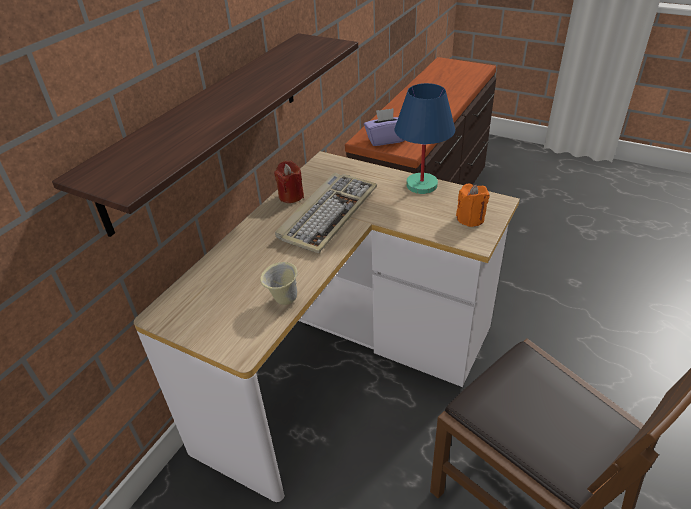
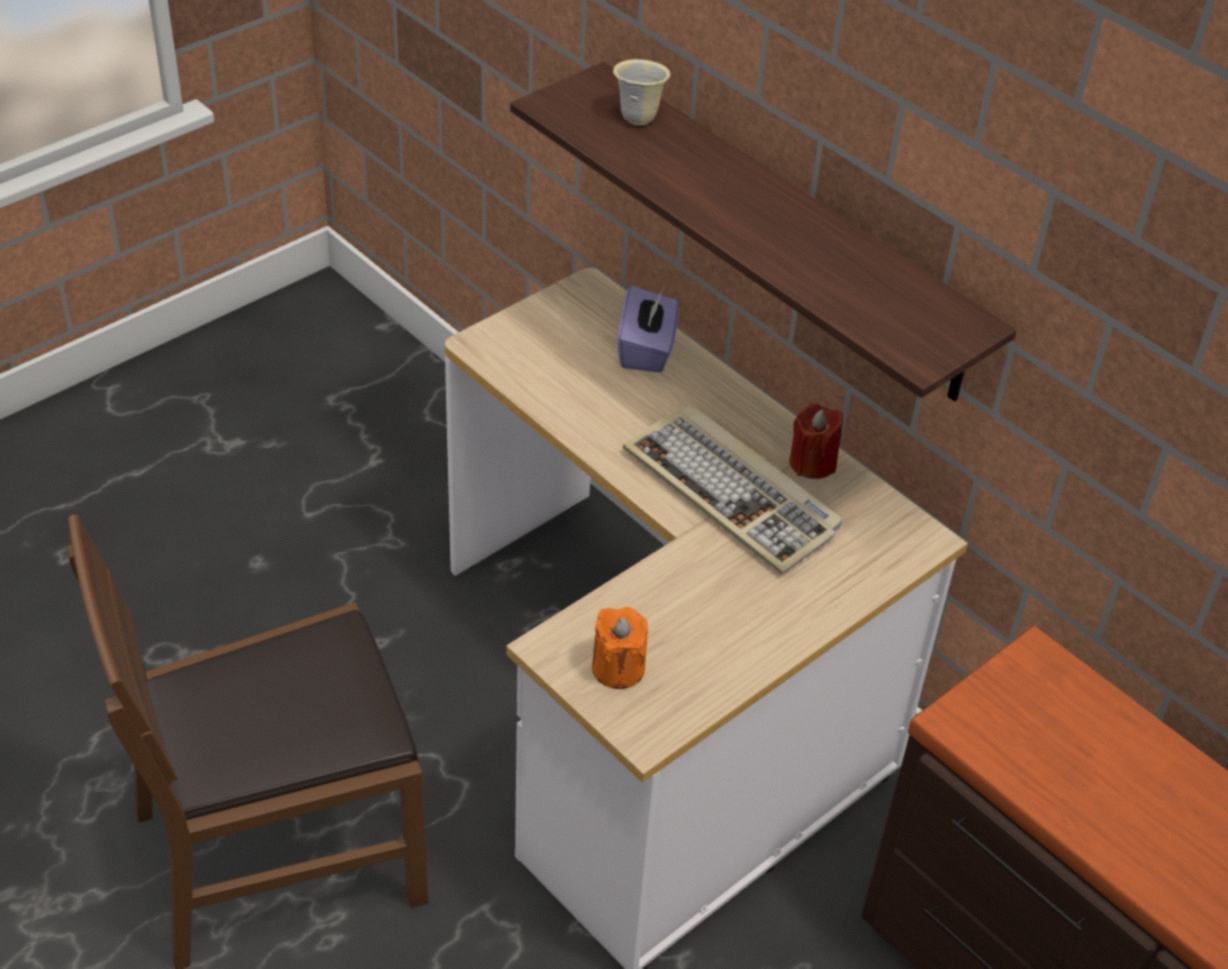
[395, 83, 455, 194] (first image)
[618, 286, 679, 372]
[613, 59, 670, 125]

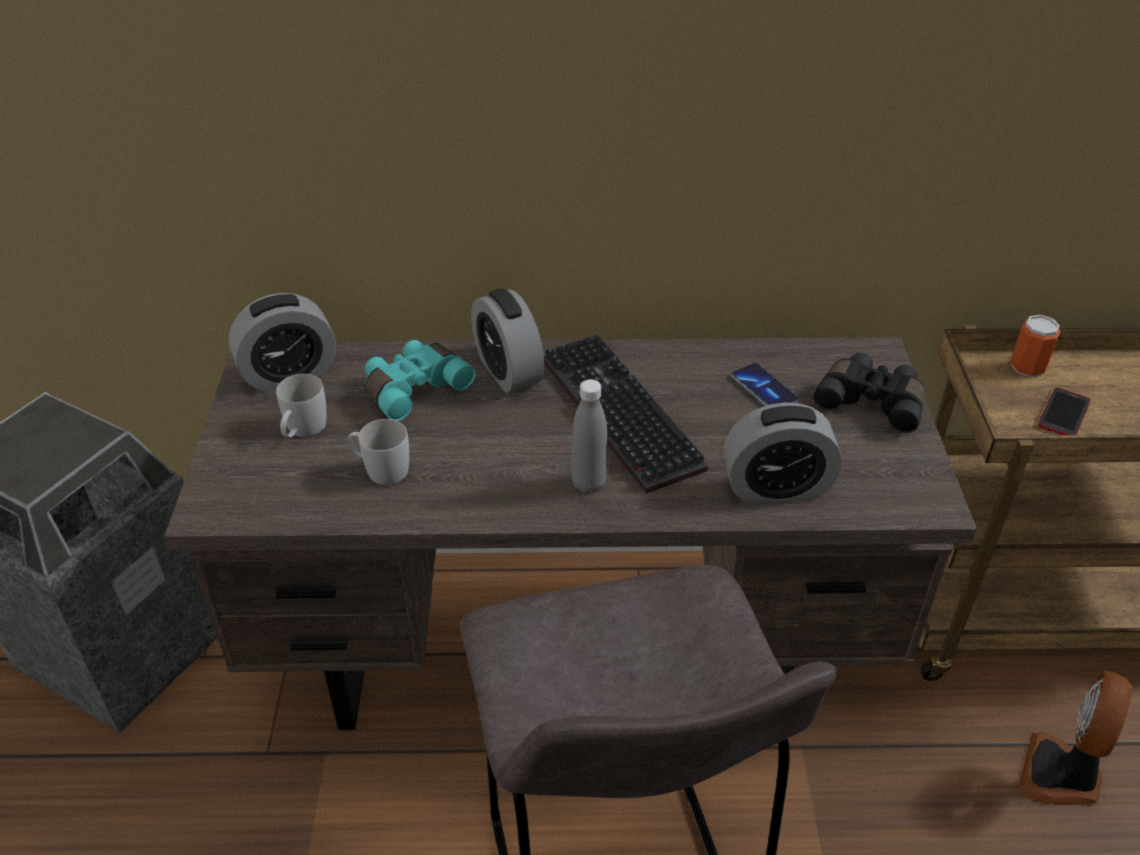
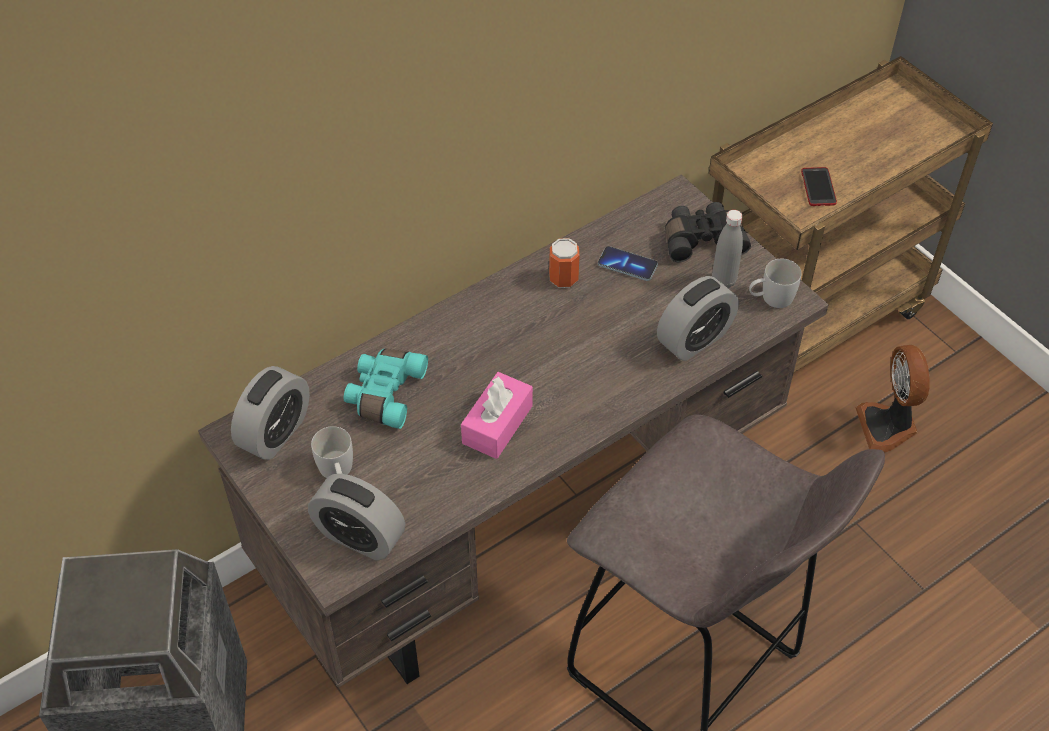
[308, 474, 405, 560]
[549, 238, 580, 288]
[544, 335, 708, 494] (first image)
[712, 210, 743, 288]
[749, 259, 802, 308]
[461, 372, 533, 459]

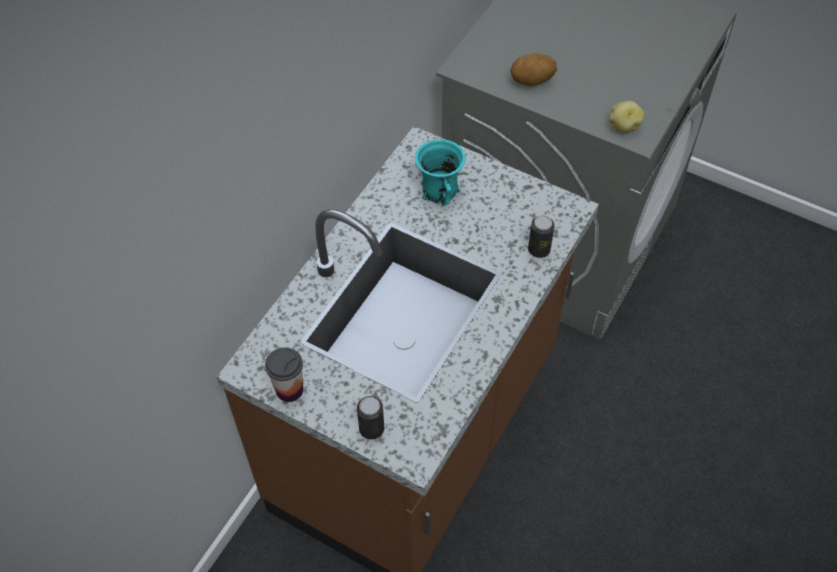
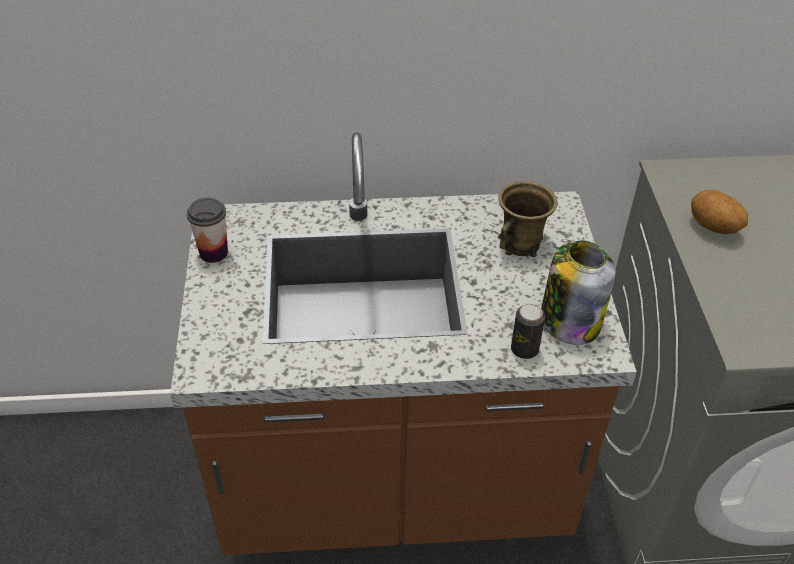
[609, 101, 645, 132] (first image)
[498, 181, 557, 257]
[357, 396, 384, 440] (first image)
[541, 241, 616, 345]

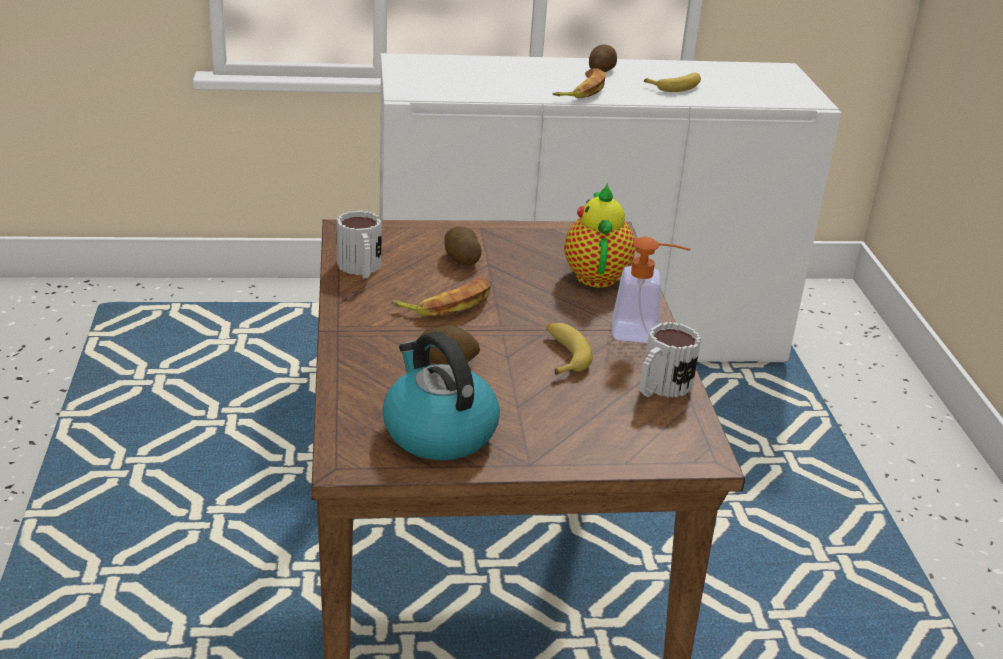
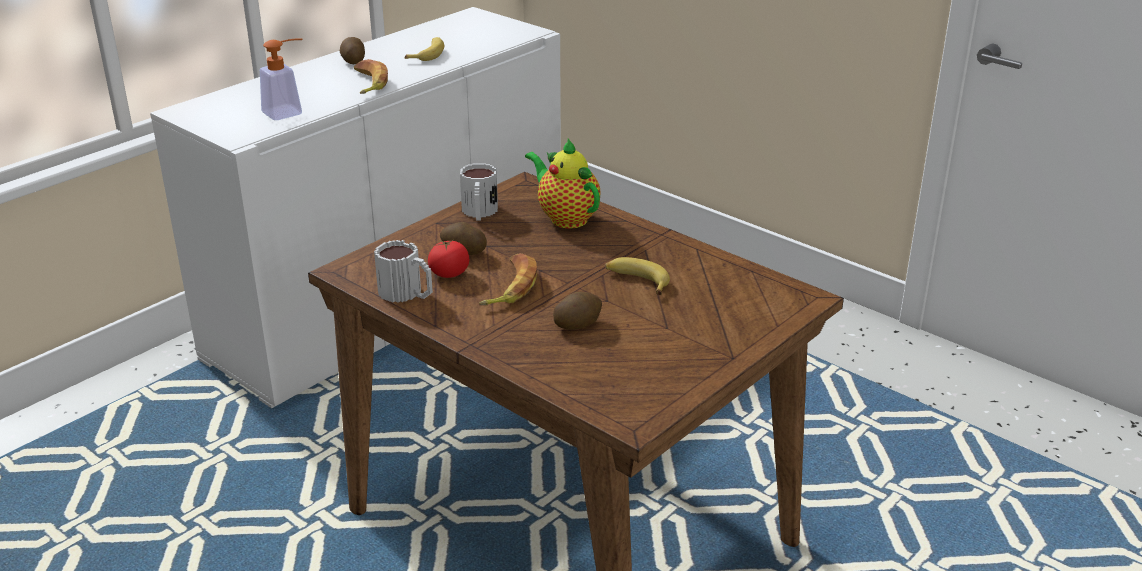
[260, 38, 302, 120]
[460, 163, 498, 221]
[382, 332, 500, 460] (first image)
[428, 240, 469, 278]

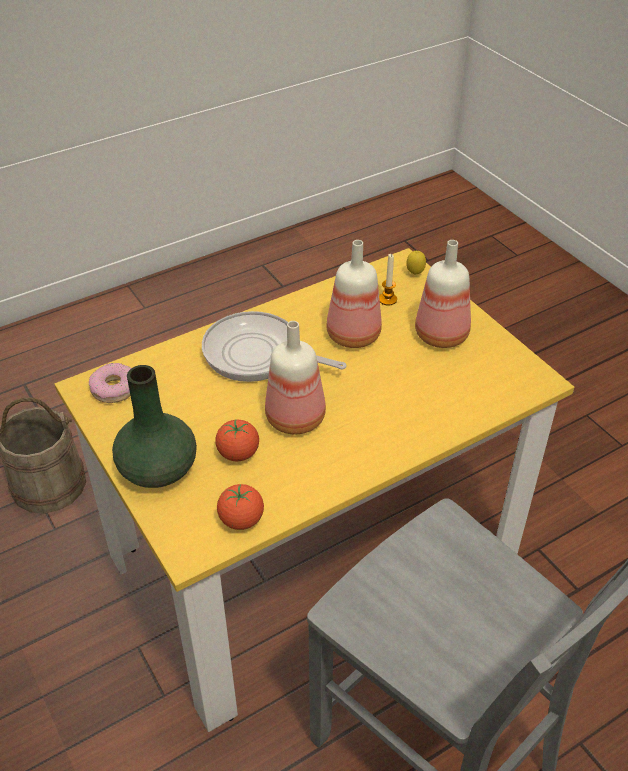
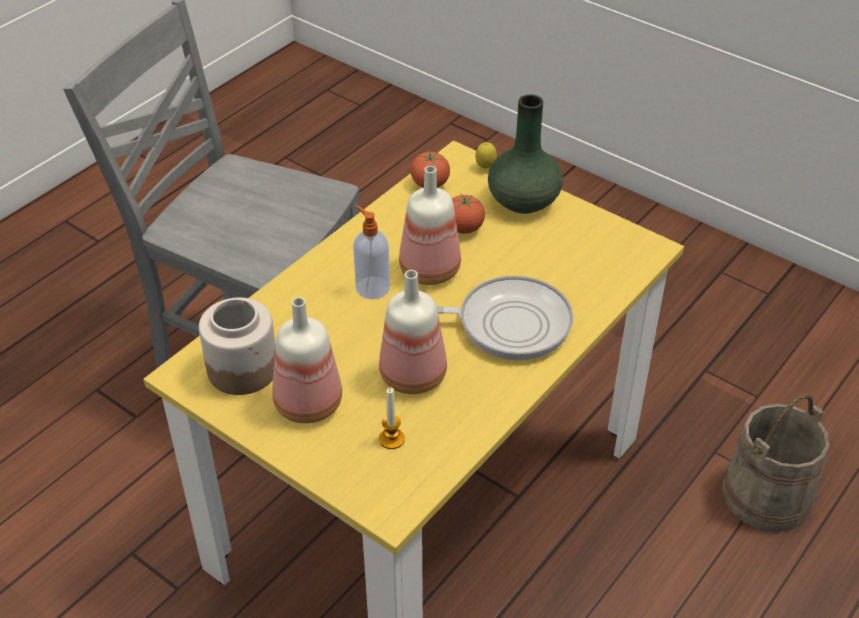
[475, 142, 497, 169]
[89, 363, 131, 403] (first image)
[353, 205, 390, 299]
[199, 298, 276, 395]

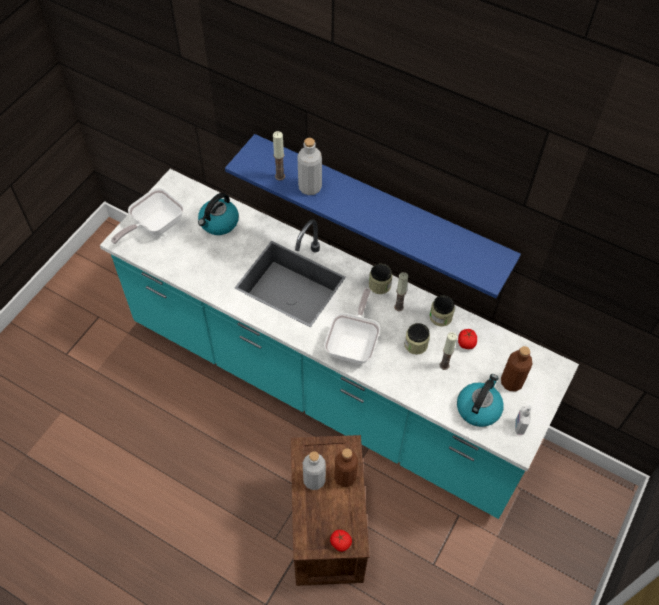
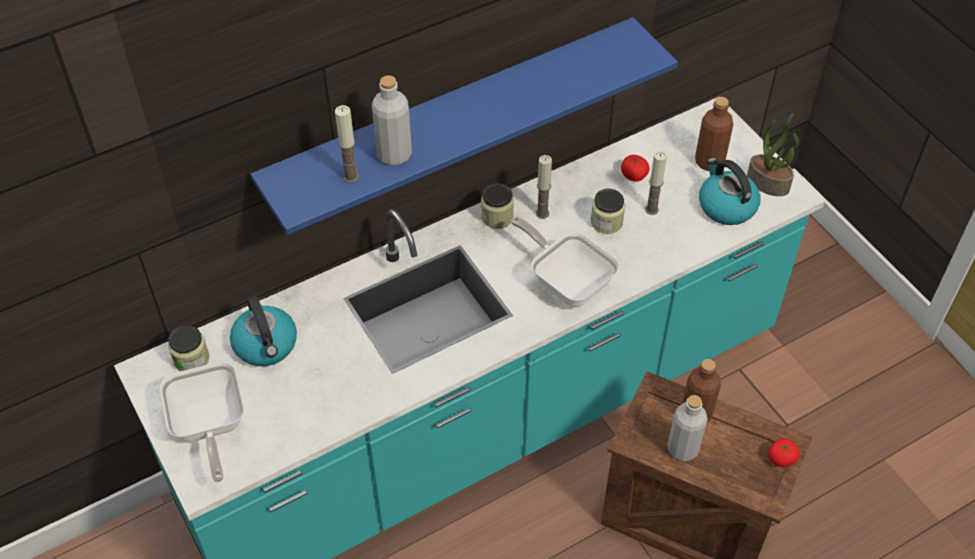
[168, 325, 210, 372]
[747, 113, 799, 196]

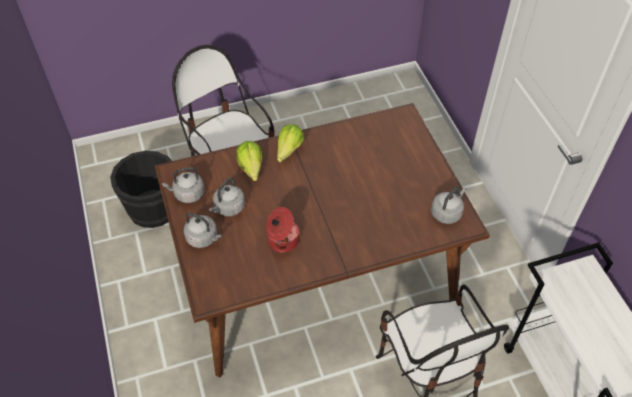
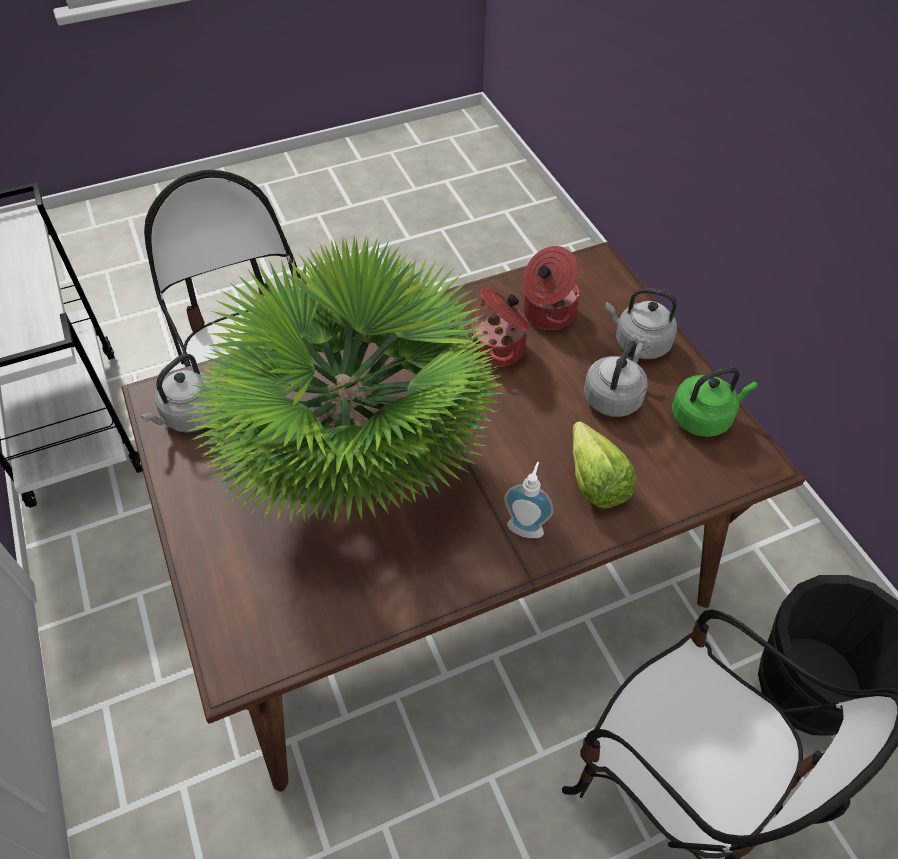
[504, 462, 554, 538]
[672, 367, 758, 437]
[183, 234, 503, 523]
[523, 246, 581, 330]

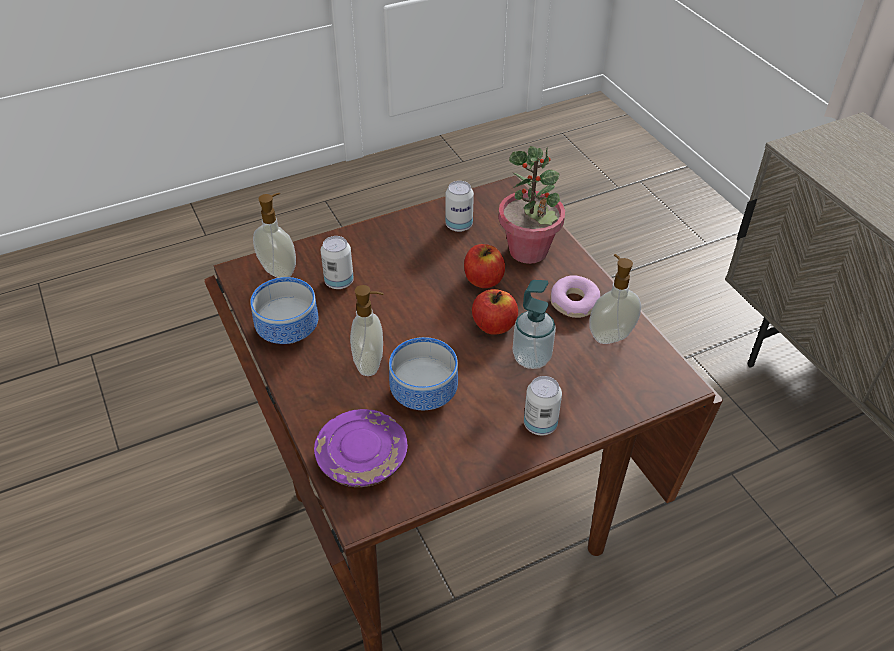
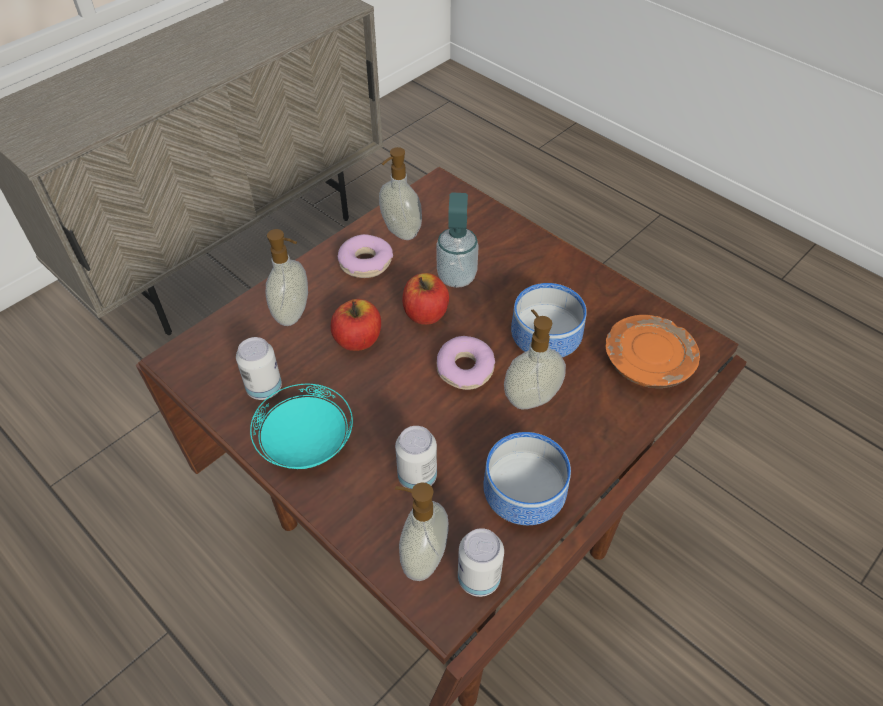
[266, 229, 308, 326]
[458, 528, 504, 597]
[606, 315, 700, 388]
[437, 336, 495, 390]
[250, 383, 353, 469]

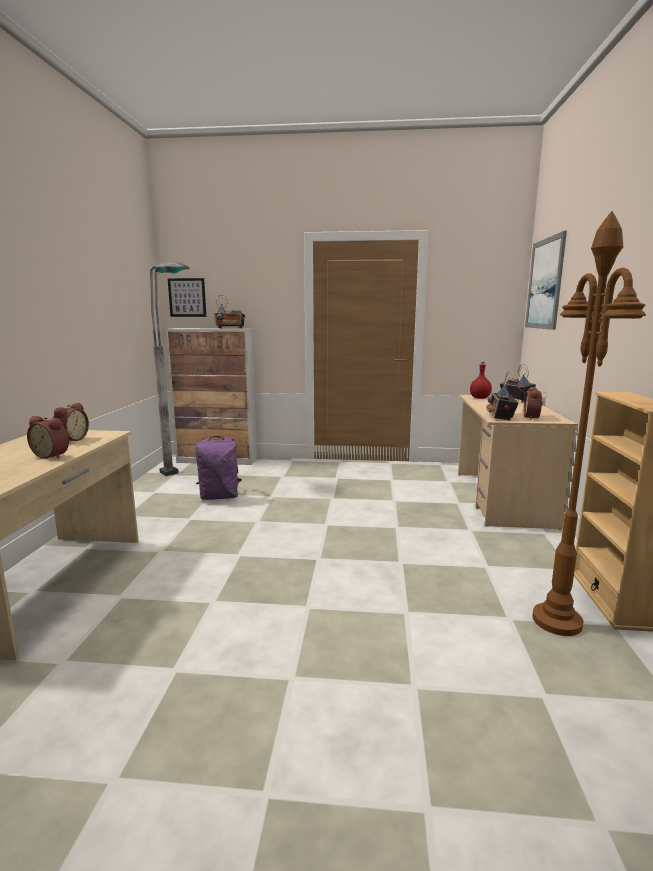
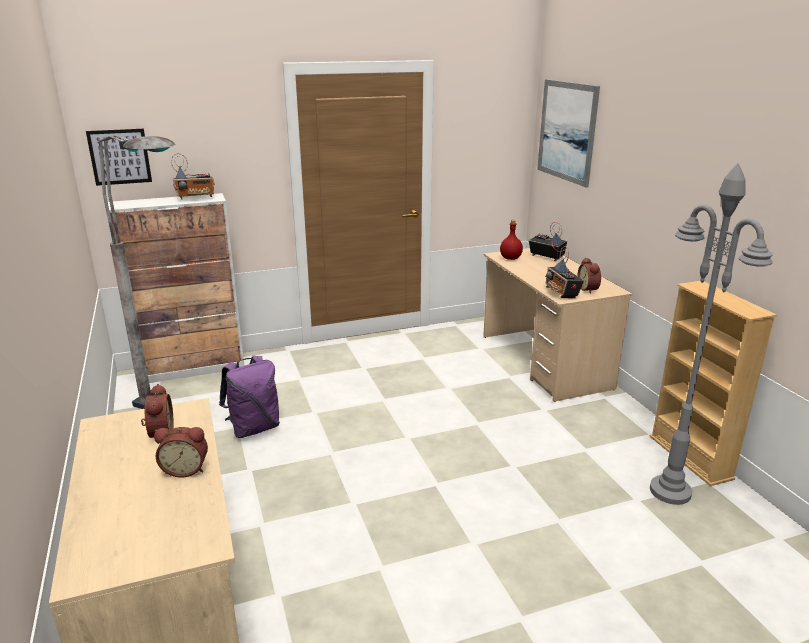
[650, 163, 773, 505]

